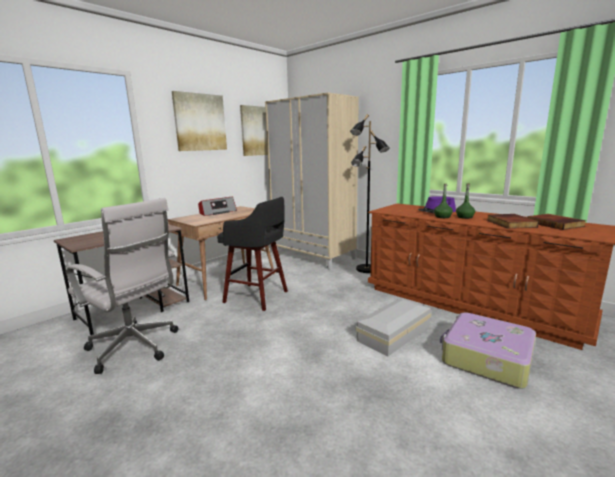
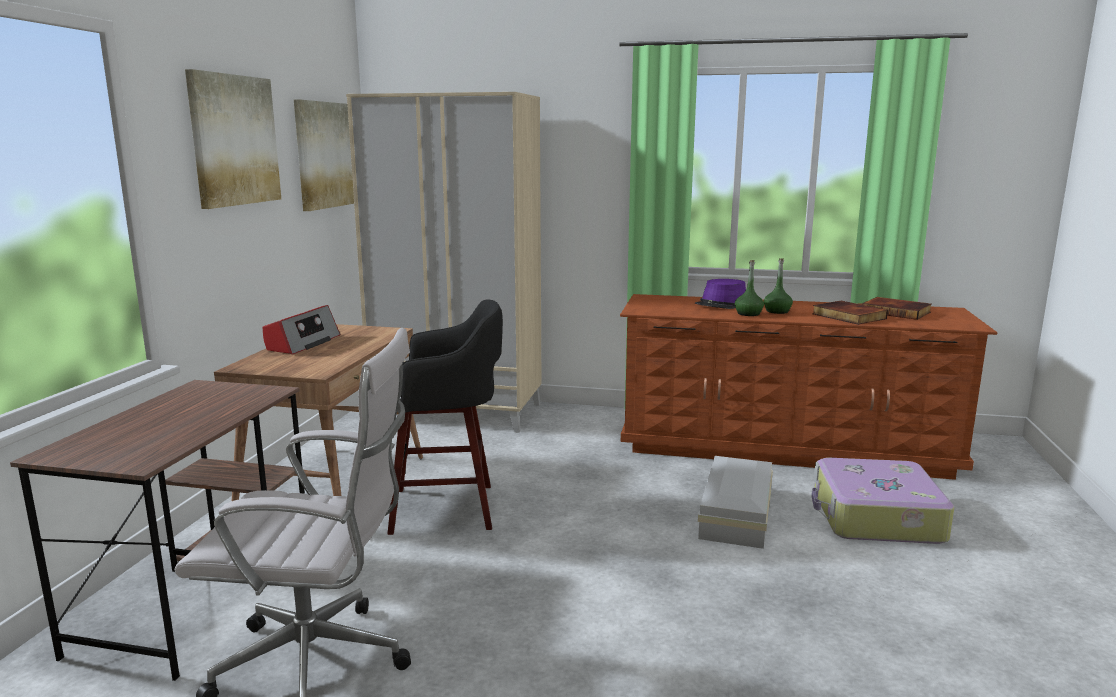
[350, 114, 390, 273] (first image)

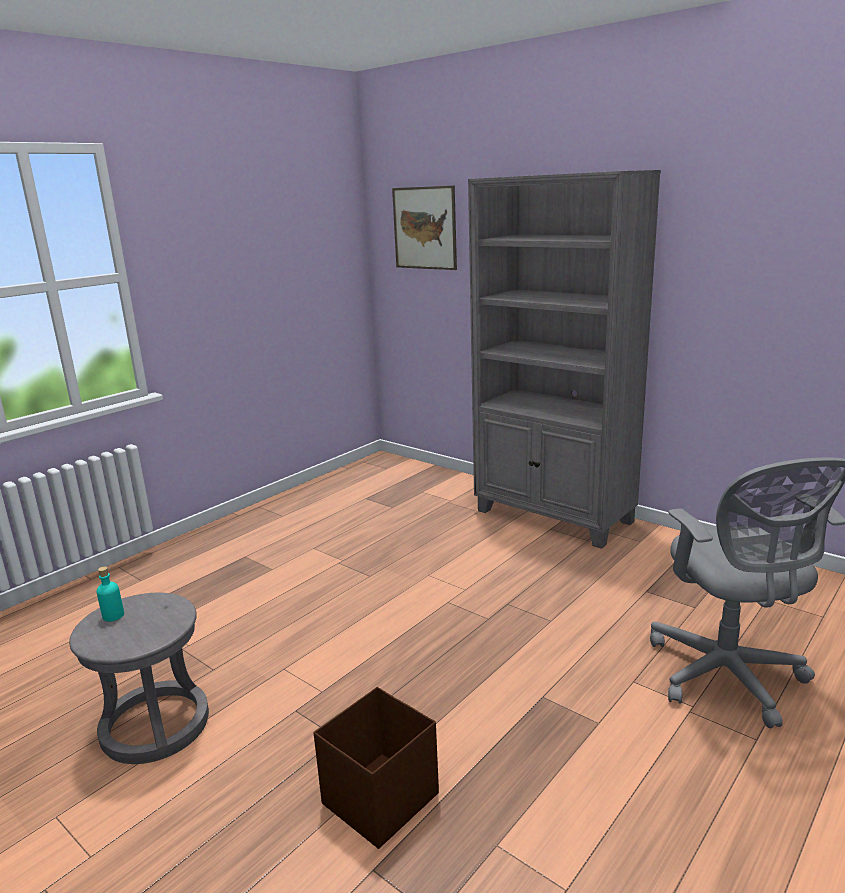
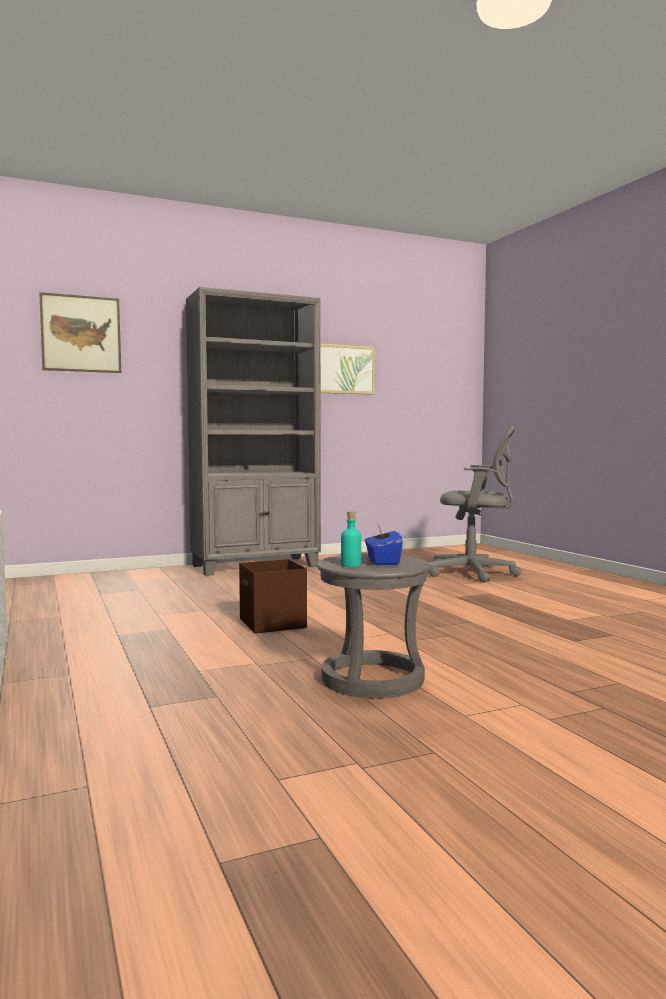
[239, 559, 307, 634]
[321, 344, 375, 395]
[365, 523, 403, 565]

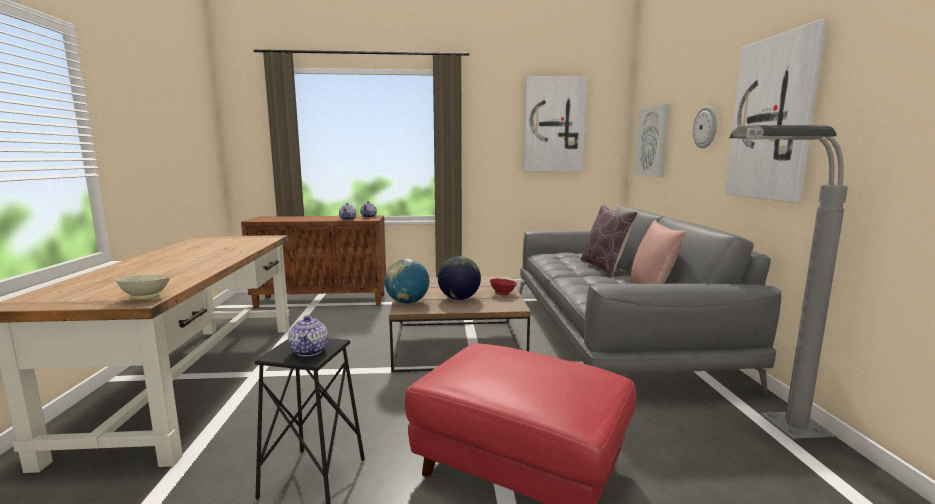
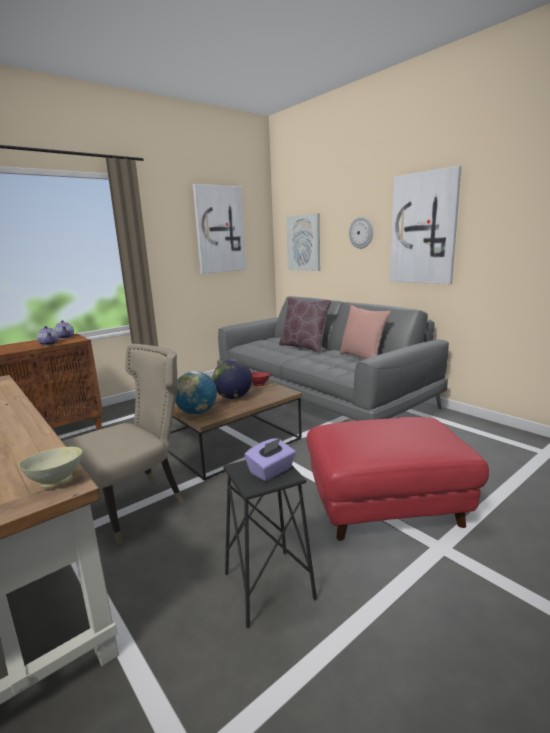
[729, 125, 848, 439] (first image)
[245, 438, 296, 481]
[63, 344, 184, 545]

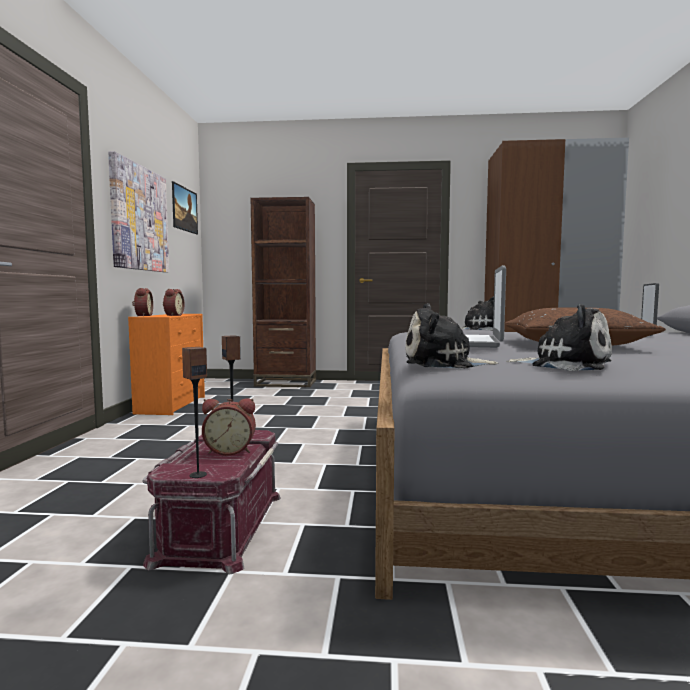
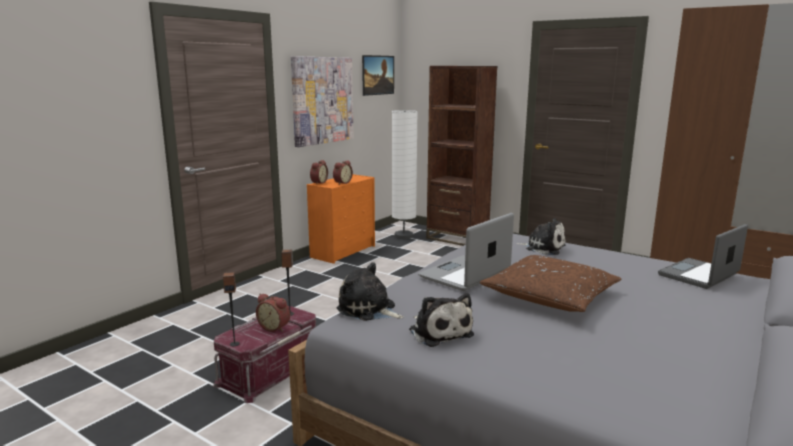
[392, 110, 418, 239]

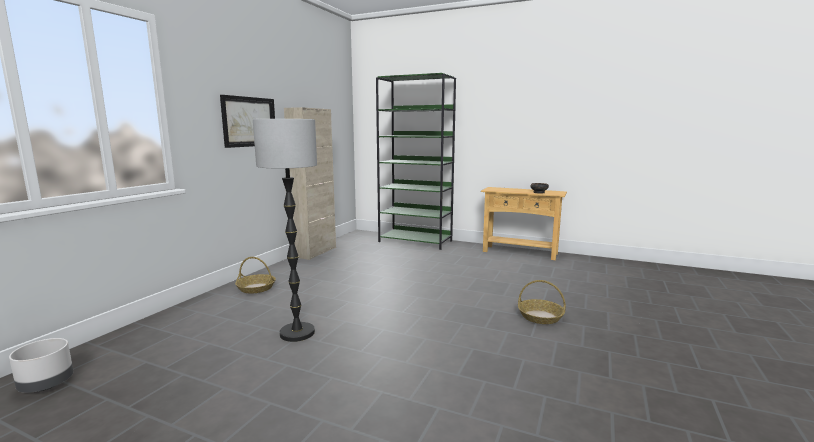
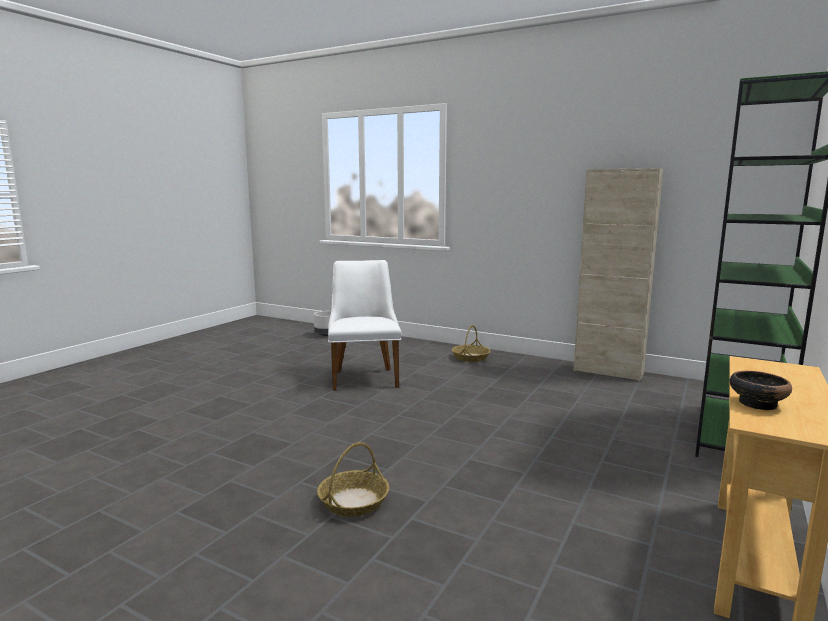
[220, 95, 275, 148] (first image)
[328, 260, 401, 391]

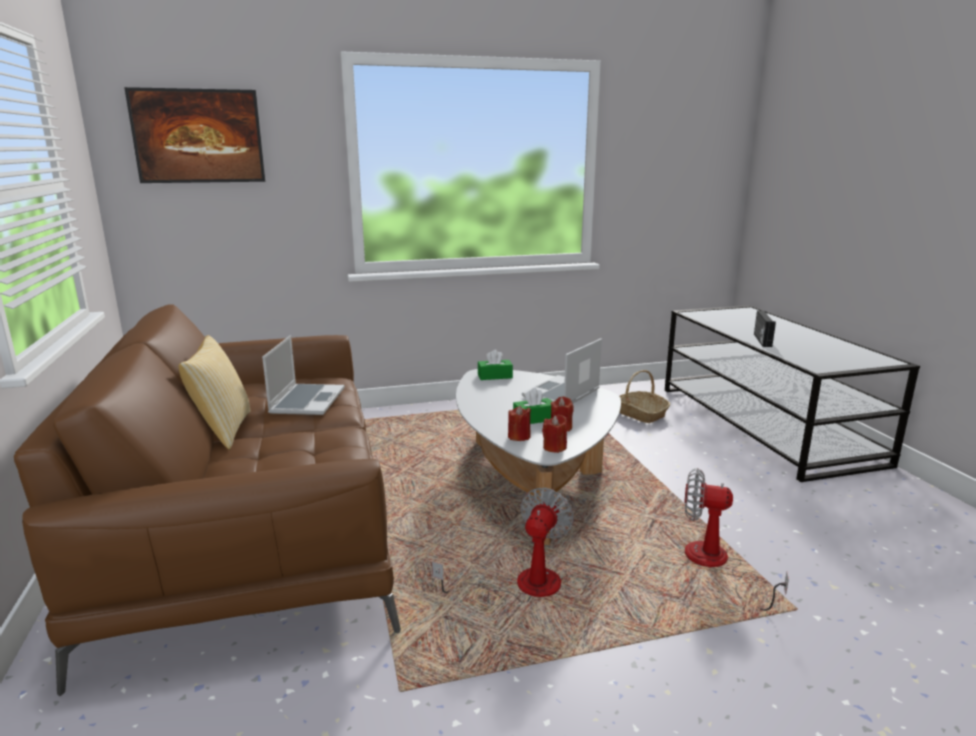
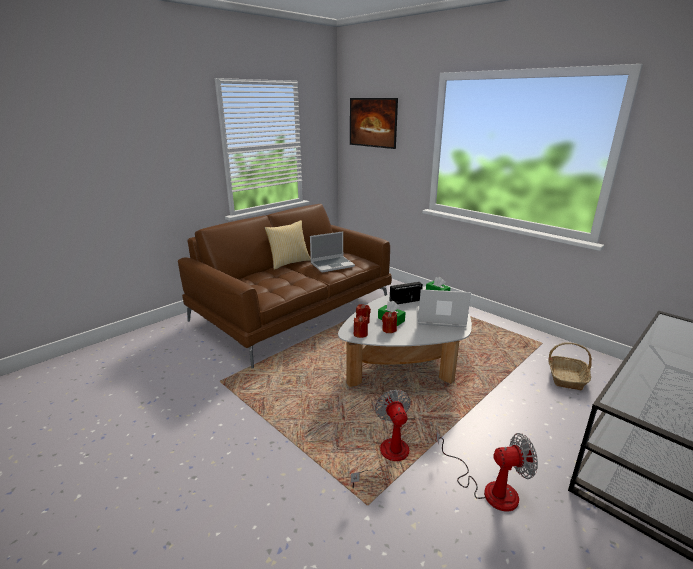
[389, 282, 423, 304]
[436, 430, 538, 512]

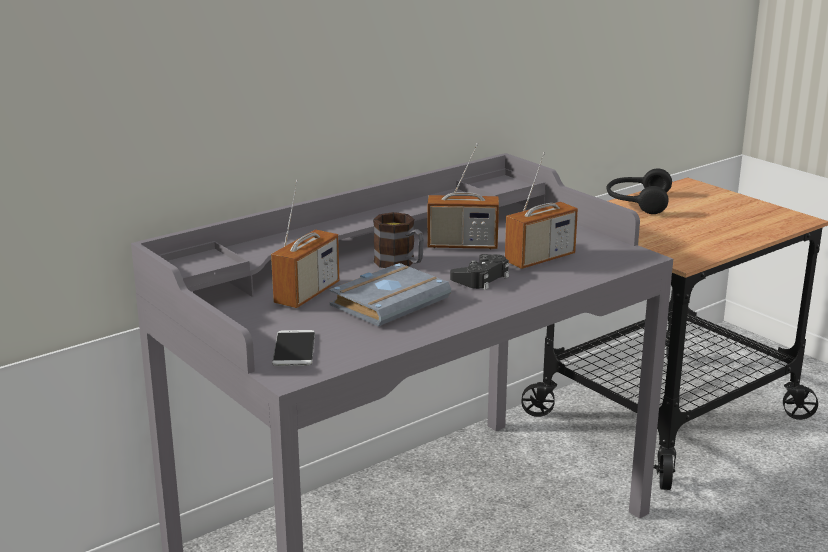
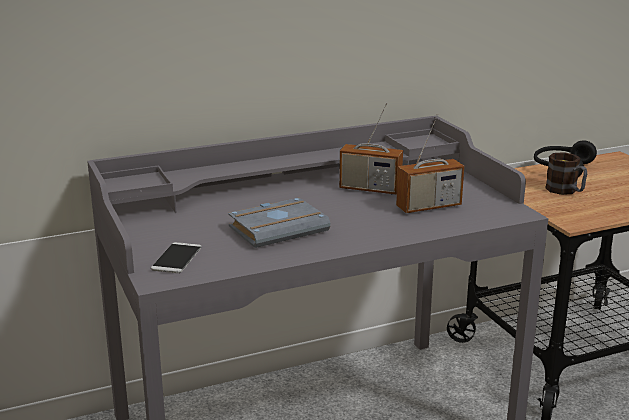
[271, 180, 339, 308] (first image)
[545, 152, 587, 195]
[450, 254, 509, 290] (first image)

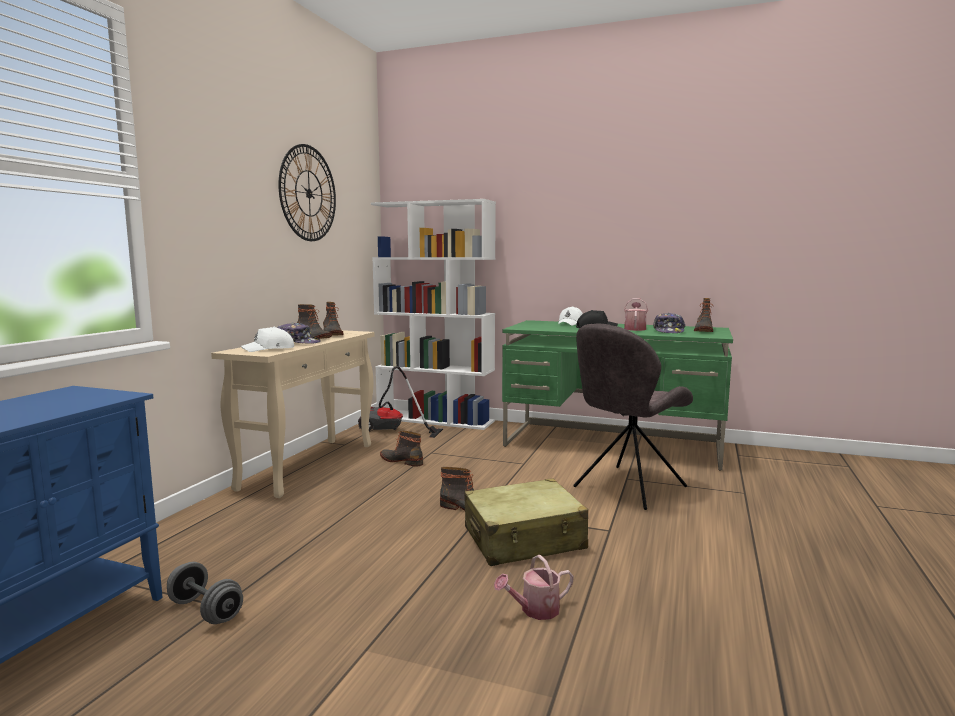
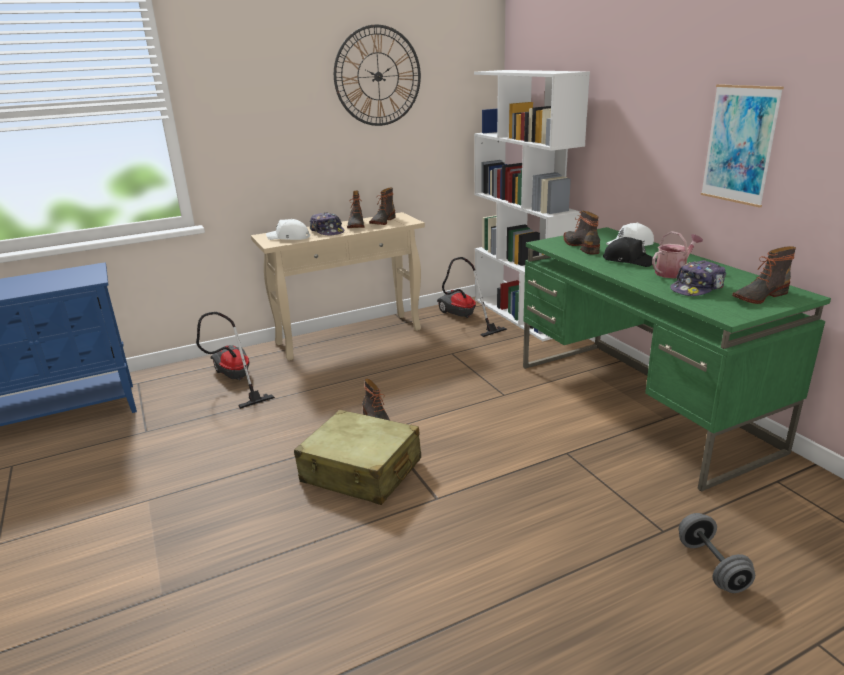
[573, 324, 693, 510] (first image)
[564, 211, 600, 254]
[494, 555, 574, 620] (first image)
[679, 513, 755, 593]
[701, 84, 784, 208]
[196, 312, 275, 409]

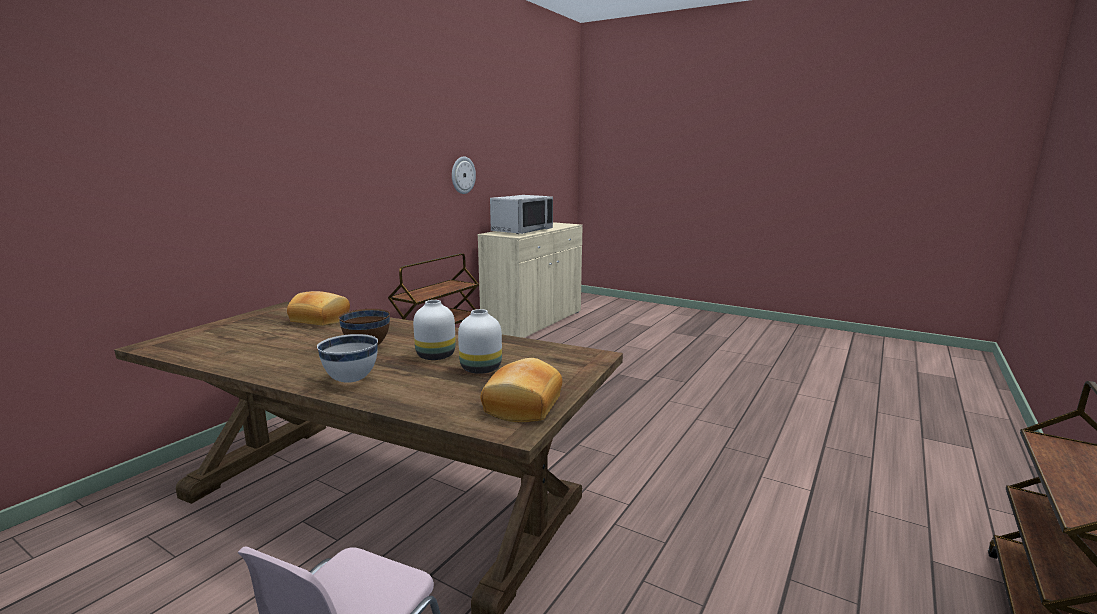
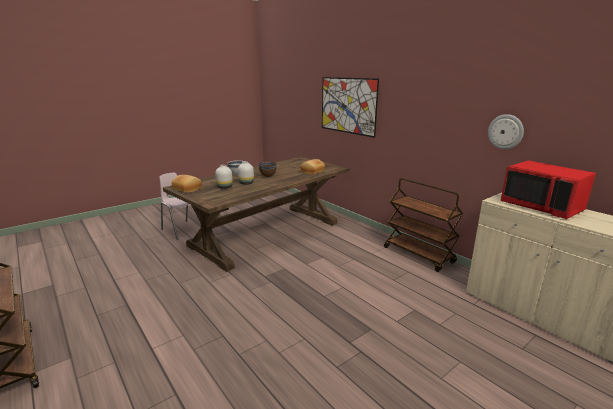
[501, 160, 596, 219]
[322, 77, 379, 138]

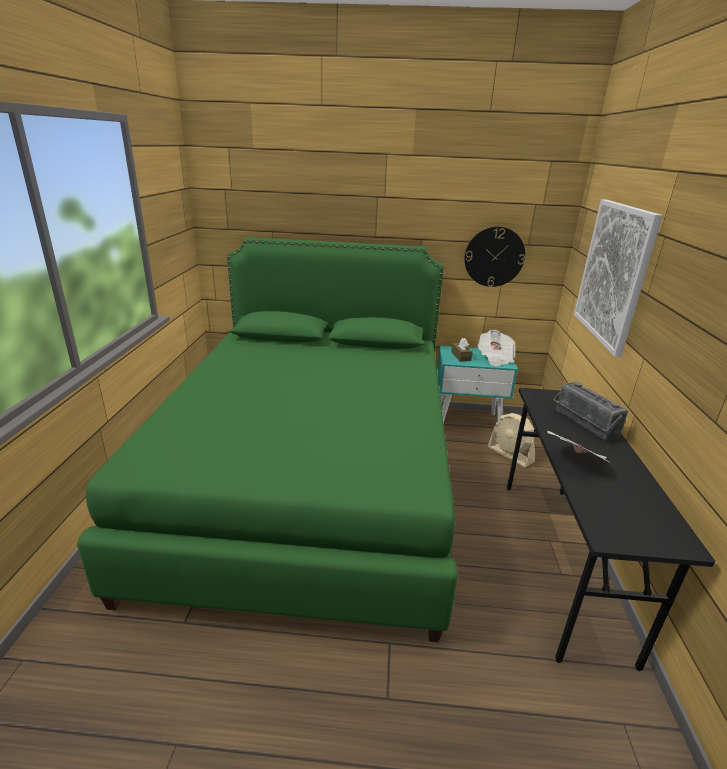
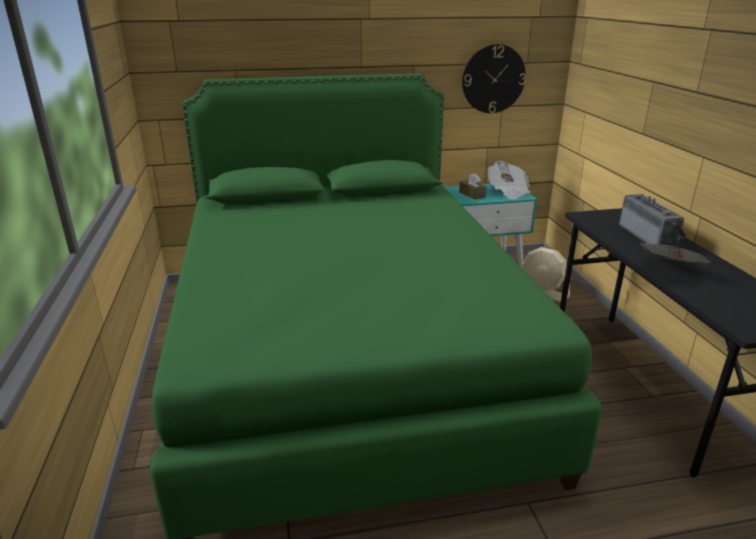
[574, 199, 663, 357] (first image)
[619, 194, 687, 247]

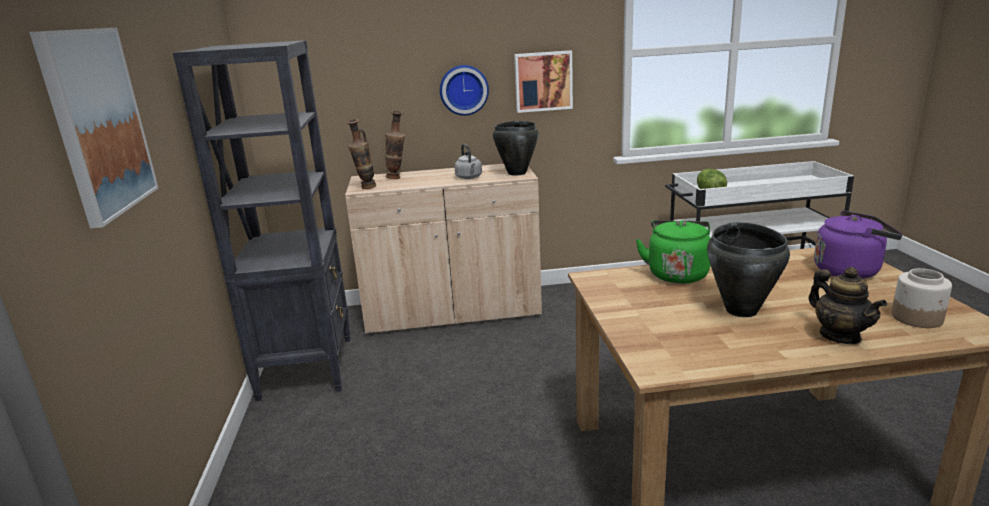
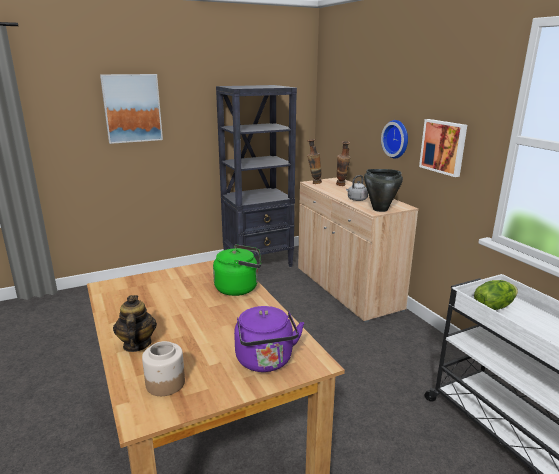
[707, 222, 790, 317] (first image)
[113, 295, 157, 352]

